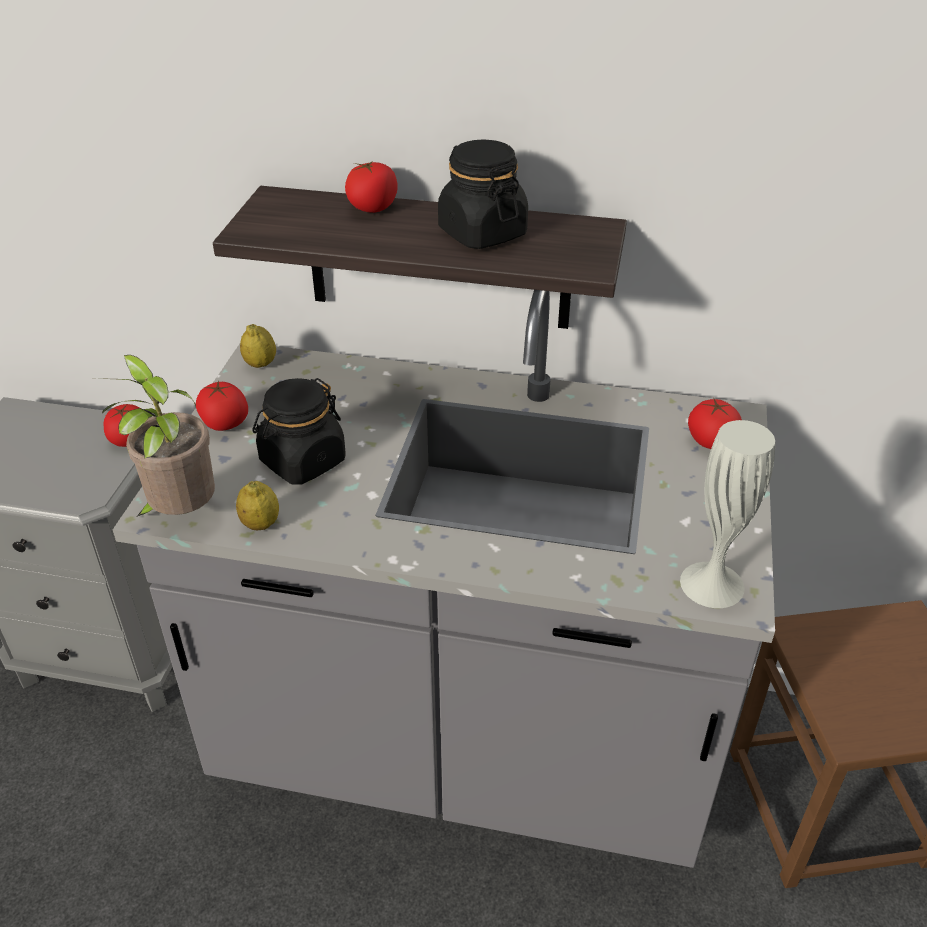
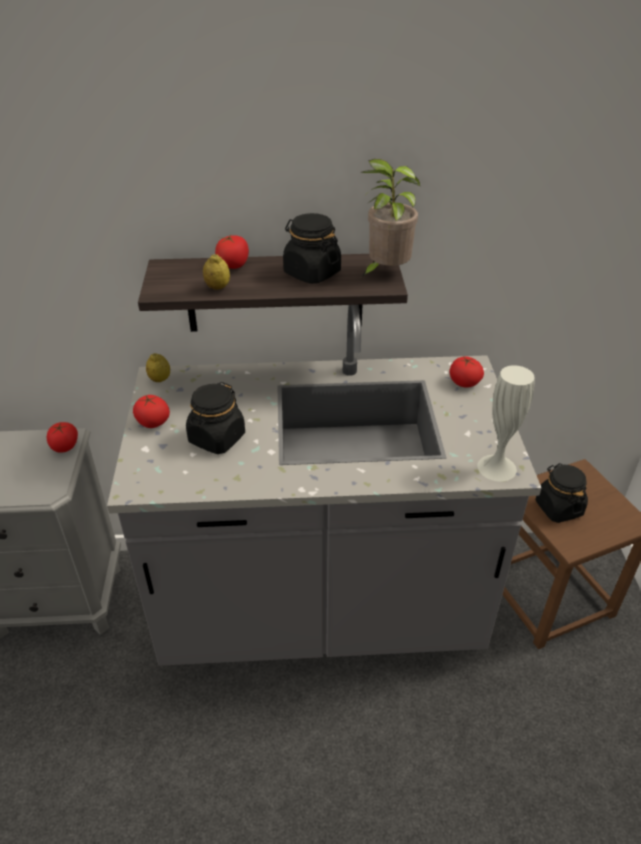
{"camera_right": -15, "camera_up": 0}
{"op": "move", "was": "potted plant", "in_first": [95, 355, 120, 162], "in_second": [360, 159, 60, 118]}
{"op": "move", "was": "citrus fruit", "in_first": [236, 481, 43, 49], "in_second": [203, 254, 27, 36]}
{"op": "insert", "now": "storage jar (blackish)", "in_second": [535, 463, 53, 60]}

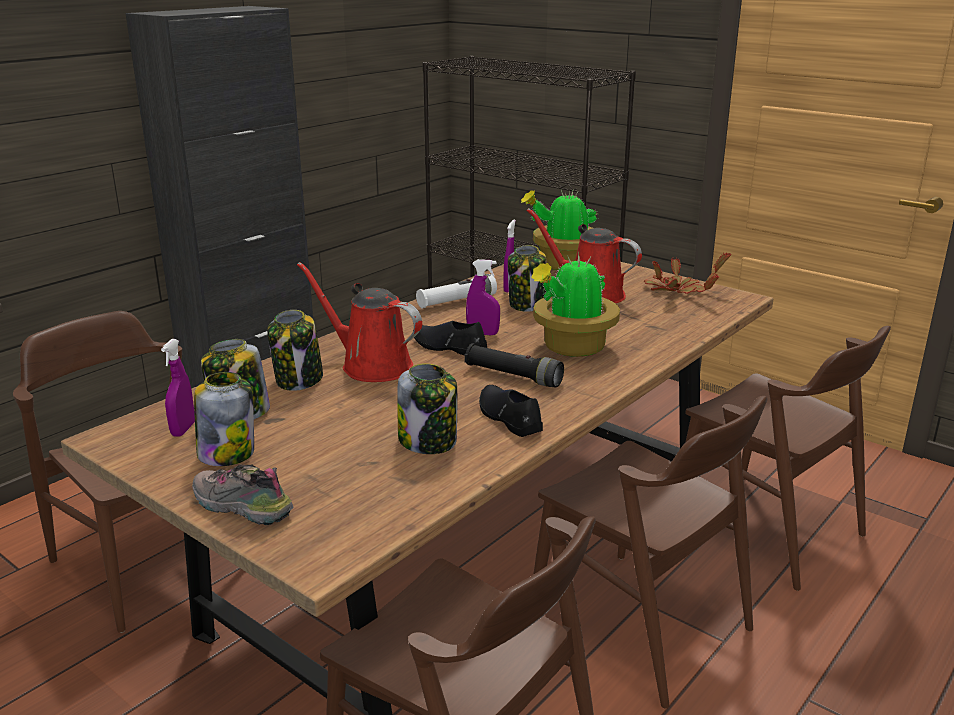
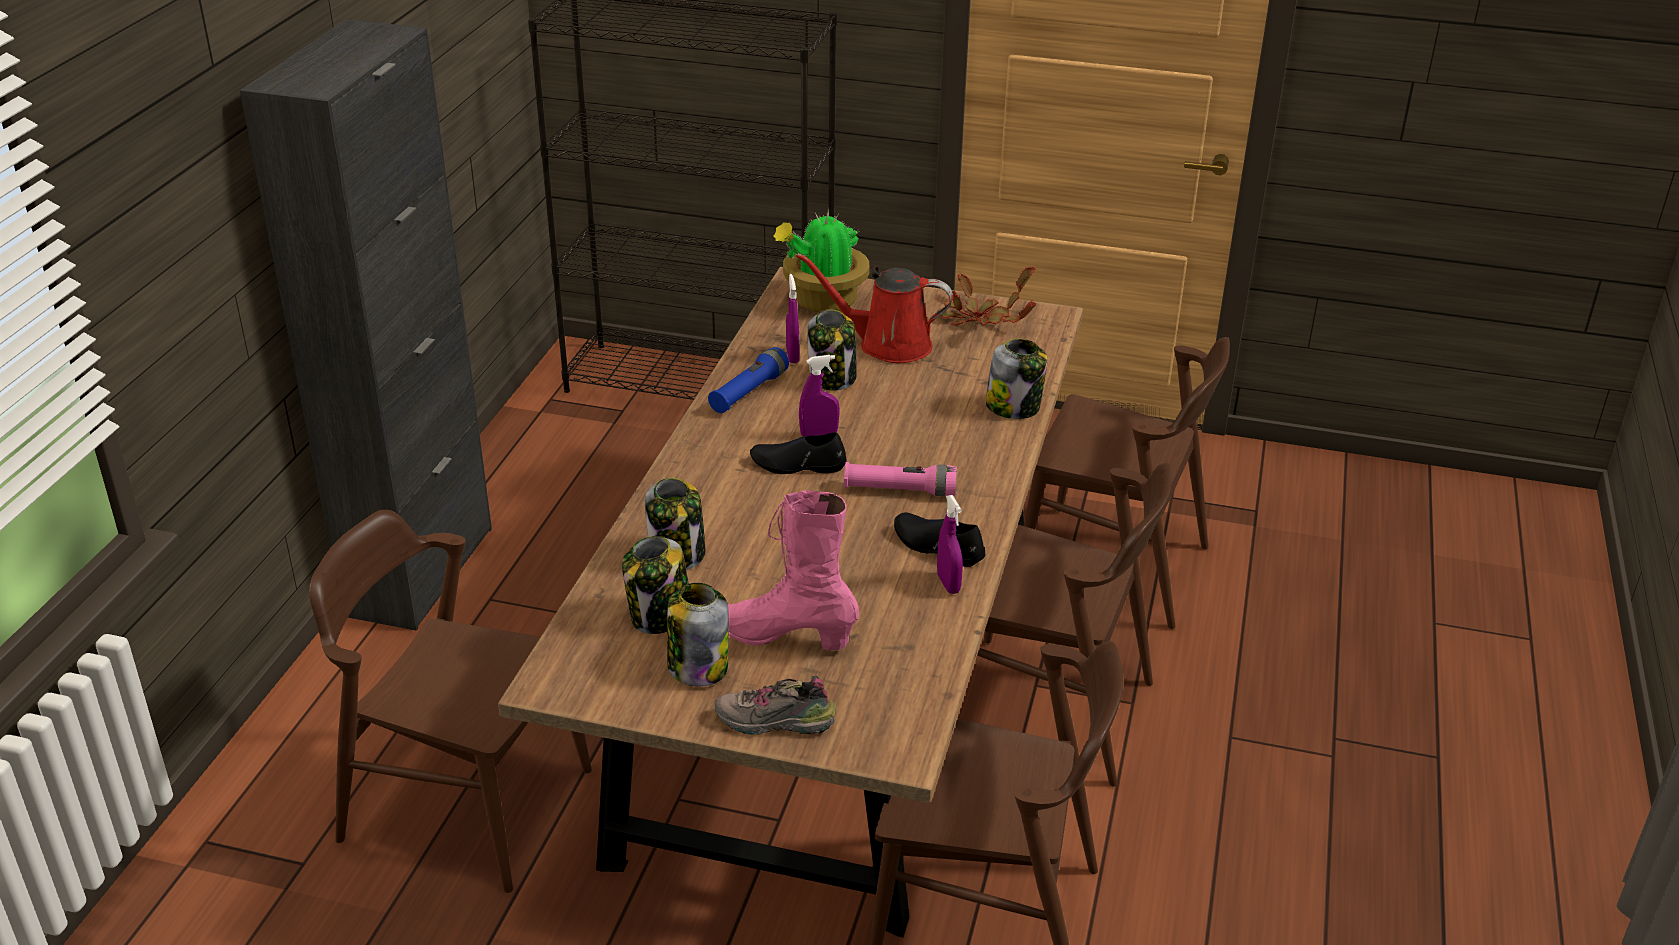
{"camera_right": -25, "camera_up": 10}
{"op": "move", "was": "sprayer (purple-coloured)", "in_first": [161, 339, 34, 98], "in_second": [937, 495, 26, 99]}
{"op": "delete", "was": "watering pot (red-coloured)", "in_first": [297, 262, 125, 120]}
{"op": "move", "was": "storage jar", "in_first": [397, 363, 60, 91], "in_second": [985, 339, 63, 80]}
{"op": "recolor", "was": "hand torch (white)", "now": "hand torch (blue)", "in_first": [416, 274, 81, 34], "in_second": [708, 347, 81, 66]}
{"op": "recolor", "was": "hand torch (blackish)", "now": "hand torch (pink)", "in_first": [465, 343, 99, 45], "in_second": [844, 462, 113, 34]}
{"op": "delete", "was": "potted plant", "in_first": [532, 253, 88, 104]}
{"op": "insert", "now": "tall boot (pink)", "in_second": [728, 490, 131, 160]}

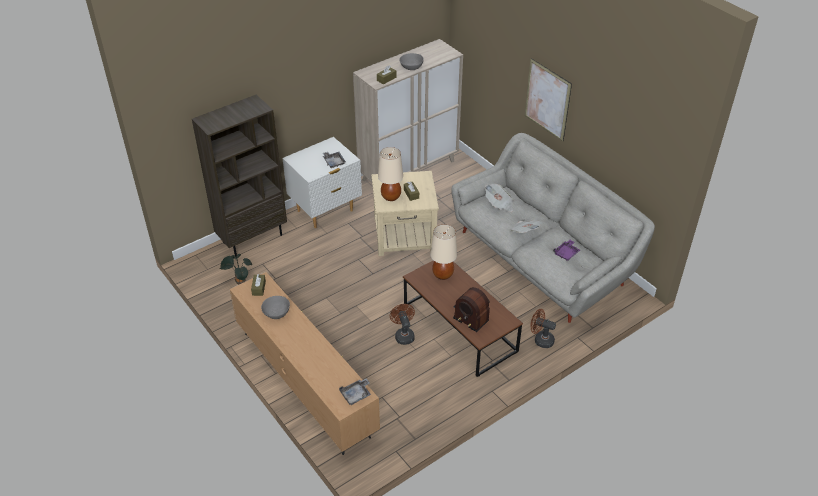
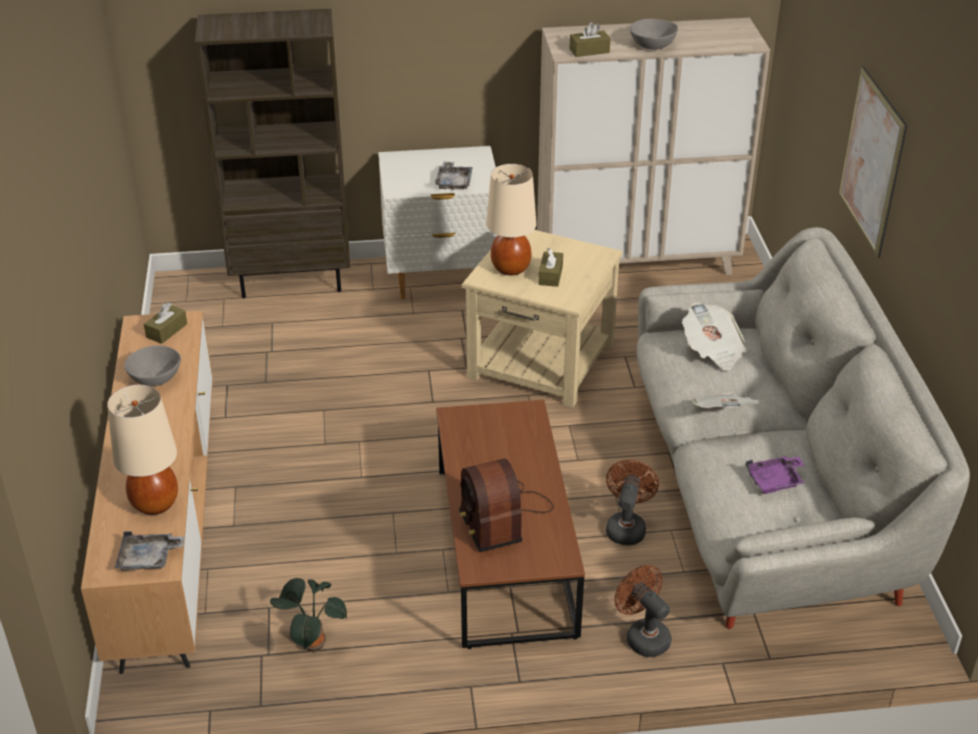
{"camera_right": 30, "camera_up": -5}
{"op": "move", "was": "potted plant", "in_first": [219, 254, 33, 30], "in_second": [270, 578, 77, 75]}
{"op": "move", "was": "electric fan (brown)", "in_first": [390, 304, 25, 41], "in_second": [606, 460, 53, 85]}
{"op": "move", "was": "table lamp (beige)", "in_first": [430, 225, 27, 55], "in_second": [107, 384, 71, 131]}

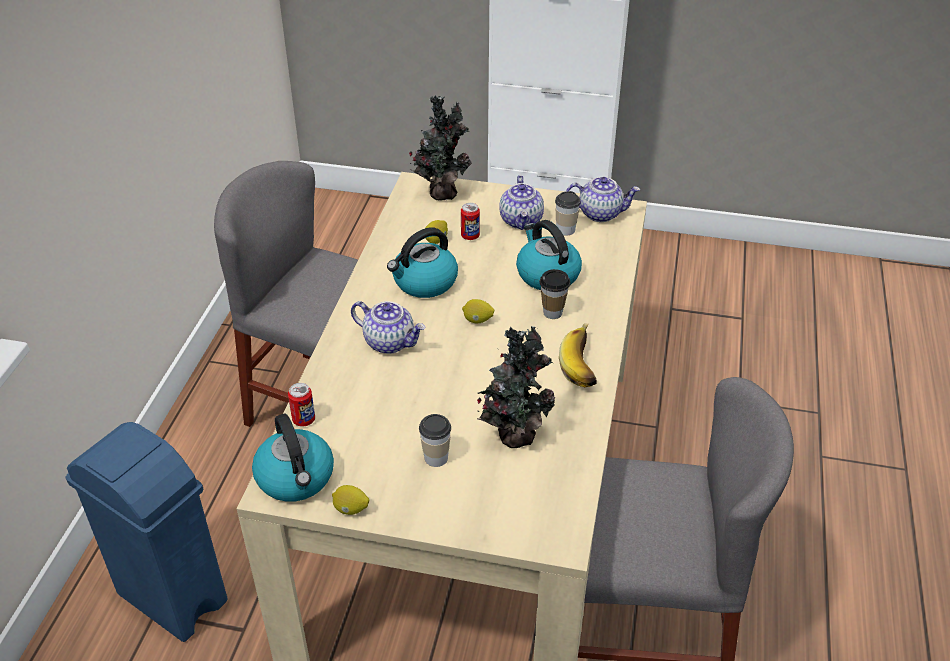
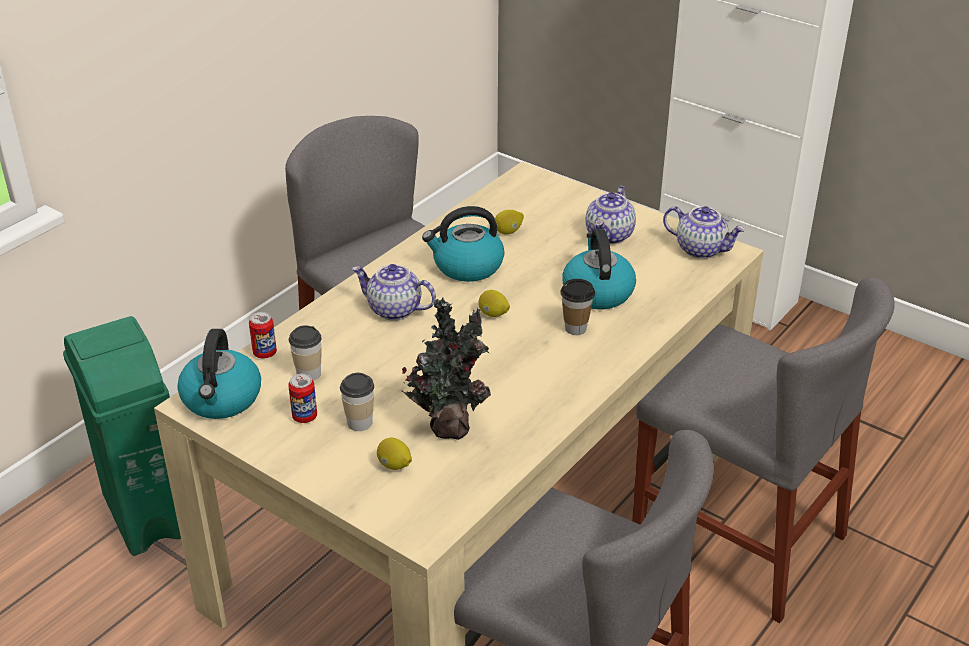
{"camera_right": 25, "camera_up": -5}
{"op": "recolor", "was": "rubbish bin (blue)", "now": "rubbish bin (green)", "in_first": [65, 422, 163, 220], "in_second": [63, 316, 118, 240]}
{"op": "move", "was": "citrus fruit", "in_first": [332, 485, 37, 30], "in_second": [377, 438, 35, 32]}
{"op": "rotate", "was": "pot for tea", "in_first": [351, 301, 75, 53], "in_second": [352, 264, 84, 57], "clockwise": 150}
{"op": "delete", "was": "potted plant", "in_first": [409, 95, 63, 106]}
{"op": "move", "was": "metal can", "in_first": [461, 203, 19, 37], "in_second": [288, 374, 29, 49]}
{"op": "move", "was": "small cup", "in_first": [555, 191, 26, 45], "in_second": [289, 325, 33, 56]}
{"op": "delete", "was": "banana fruit", "in_first": [559, 324, 38, 63]}
{"op": "insert", "now": "plain chair (greyish)", "in_second": [632, 277, 263, 346]}

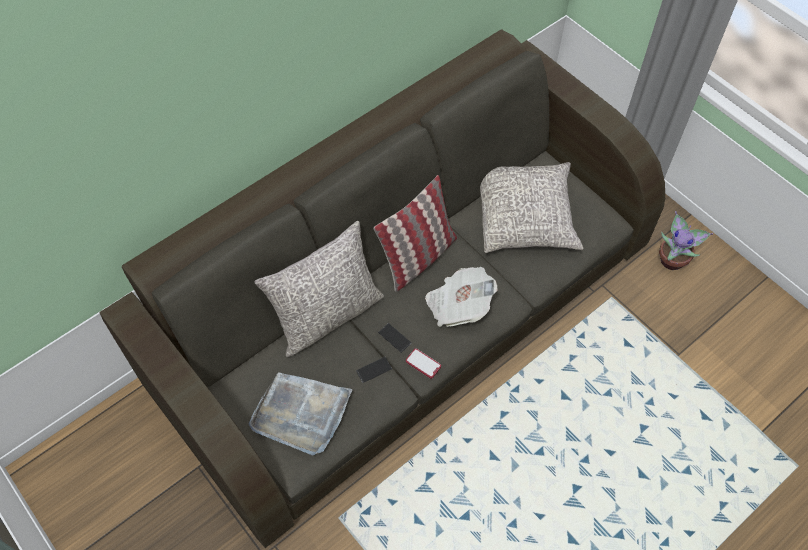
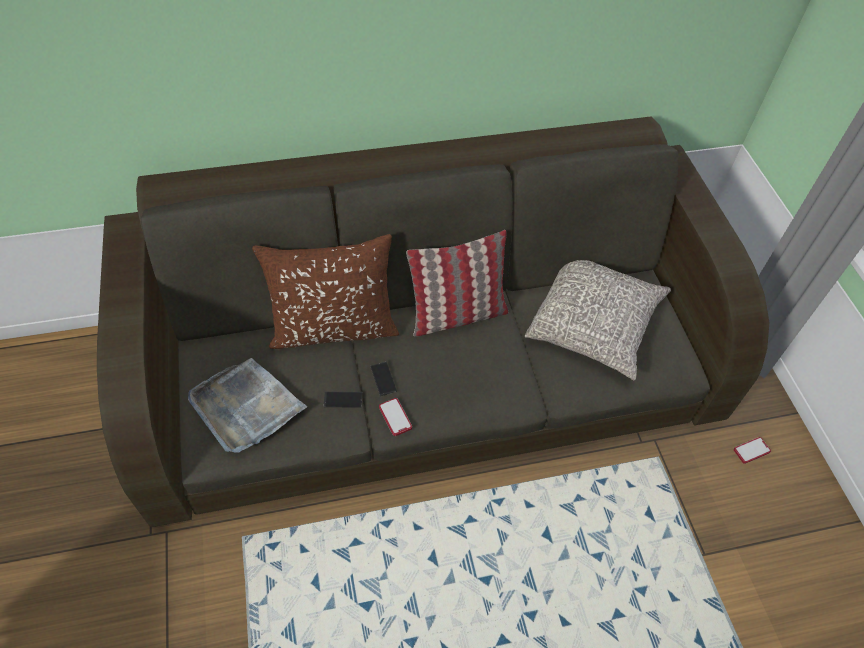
{"camera_right": 25, "camera_up": -5}
{"op": "recolor", "was": "cushion (greyish)", "now": "cushion (brown)", "in_first": [254, 221, 130, 136], "in_second": [252, 234, 147, 115]}
{"op": "delete", "was": "newspaper", "in_first": [425, 267, 73, 60]}
{"op": "replace", "was": "potted plant", "now": "telephone", "in_first": [659, 211, 54, 59], "in_second": [734, 437, 37, 27]}

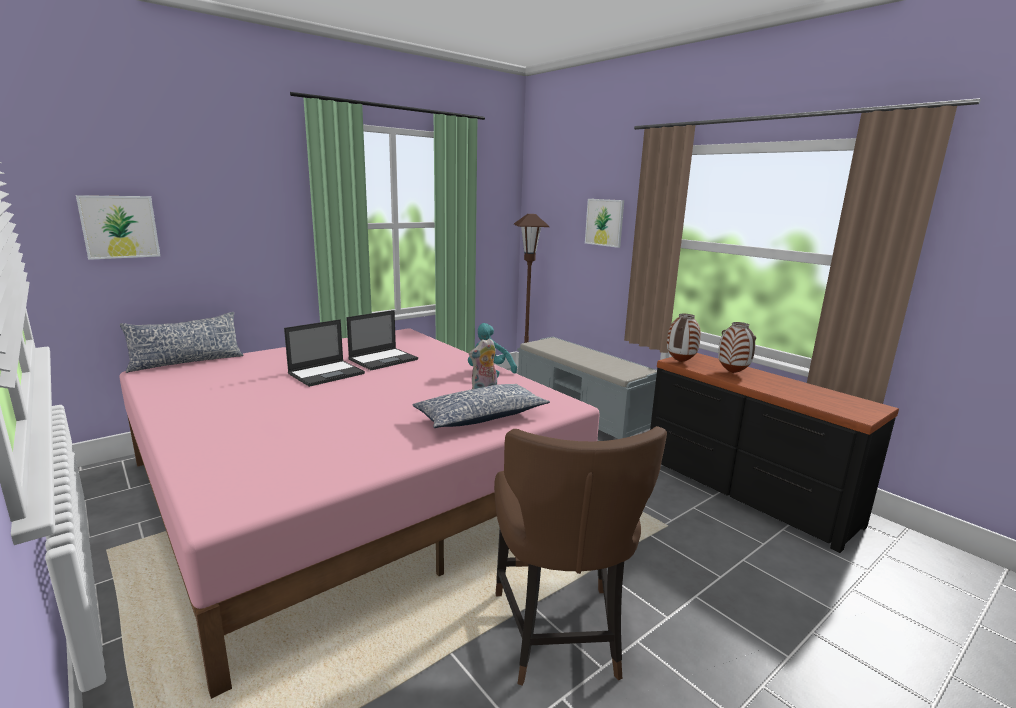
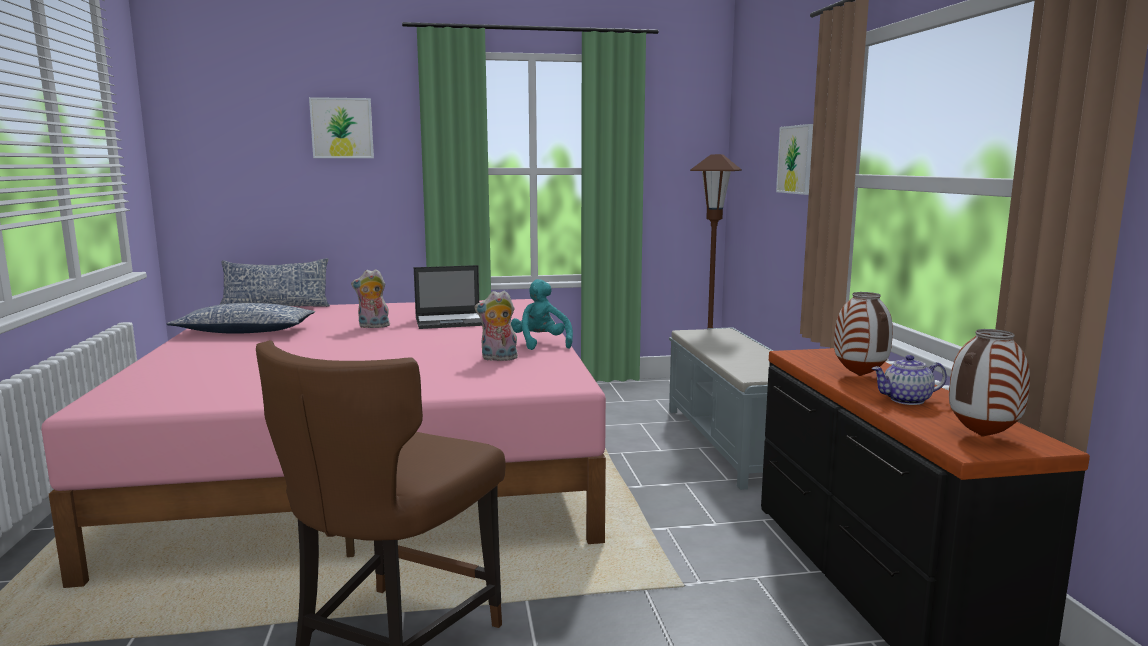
{"camera_right": 30, "camera_up": -5}
{"op": "move", "was": "wall picture", "in_first": [76, 195, 84, 65], "in_second": [309, 97, 65, 61]}
{"op": "replace", "was": "laptop", "now": "cuddly toy", "in_first": [284, 319, 81, 68], "in_second": [351, 269, 39, 59]}
{"op": "move", "was": "cushion", "in_first": [413, 384, 137, 44], "in_second": [167, 303, 148, 31]}
{"op": "move", "was": "vase", "in_first": [667, 314, 34, 48], "in_second": [949, 329, 81, 108]}
{"op": "insert", "now": "pot for tea", "in_second": [871, 355, 76, 50]}

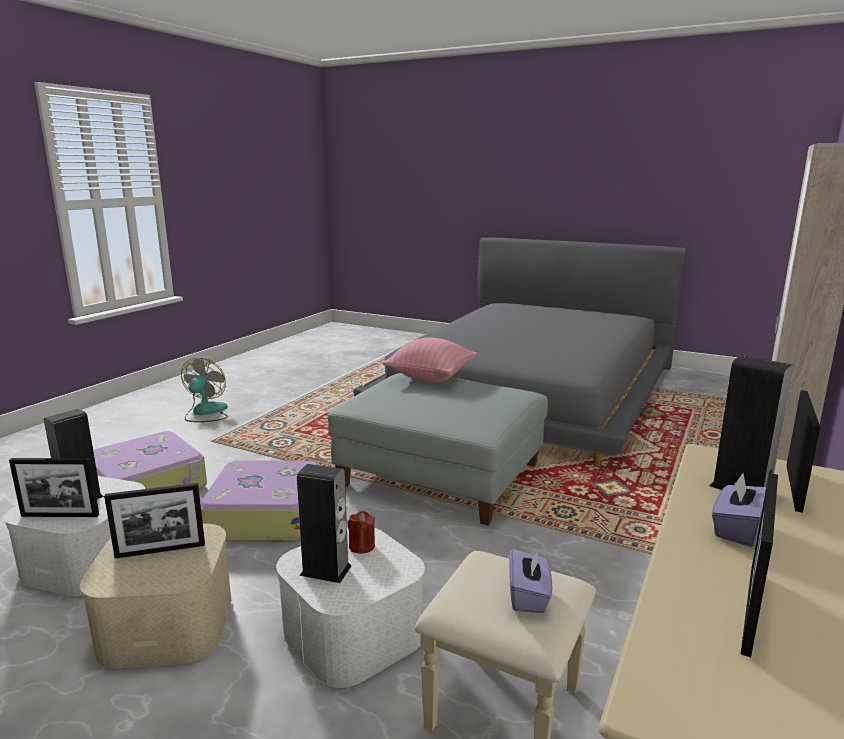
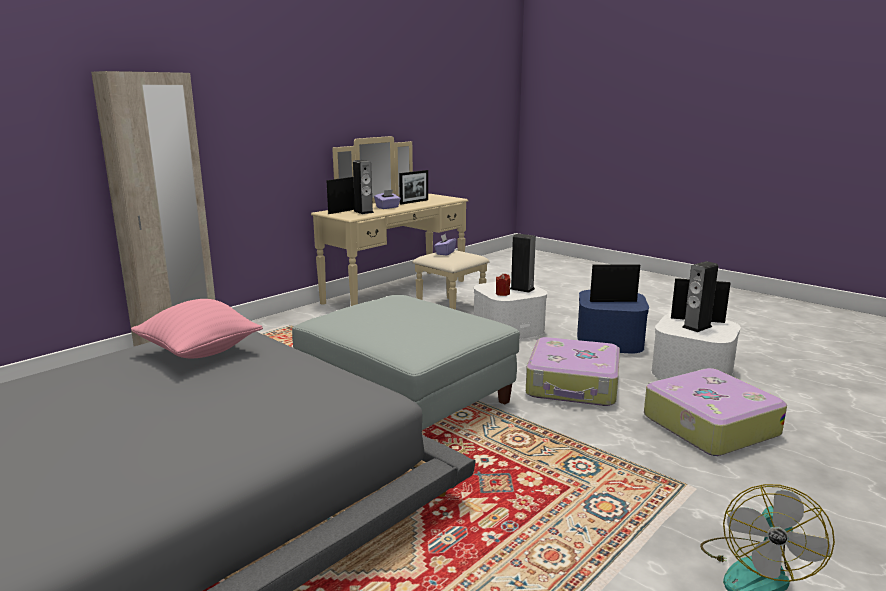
{"camera_right": -165, "camera_up": 0}
{"op": "recolor", "was": "storage bin (beige)", "now": "storage bin (blue)", "in_first": [80, 523, 152, 145], "in_second": [577, 290, 72, 63]}
{"op": "move", "was": "cushion (pink)", "in_first": [382, 338, 95, 45], "in_second": [131, 299, 132, 59]}

